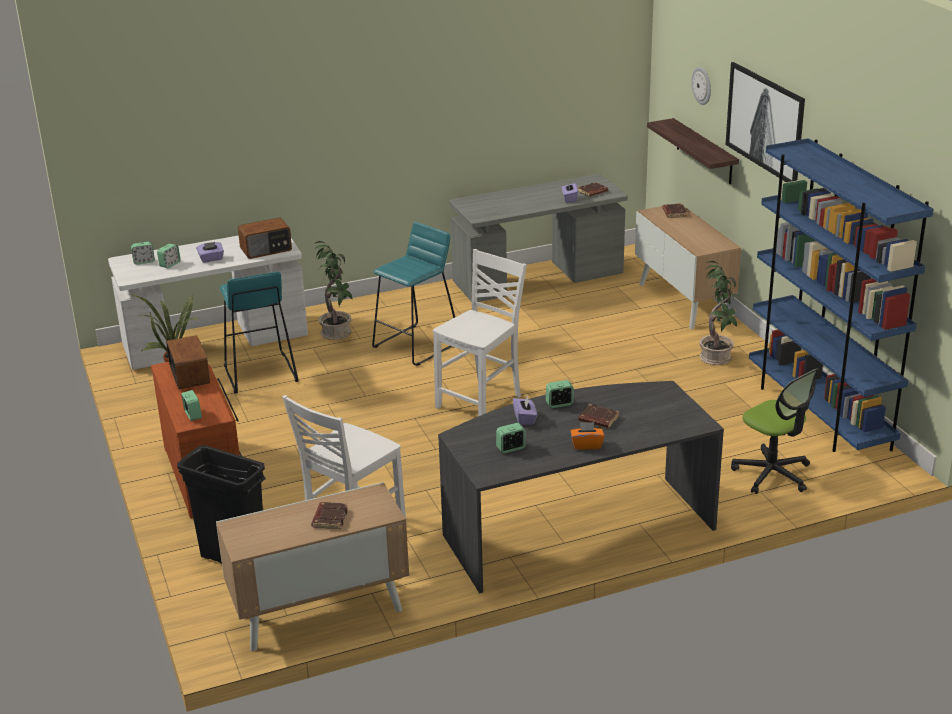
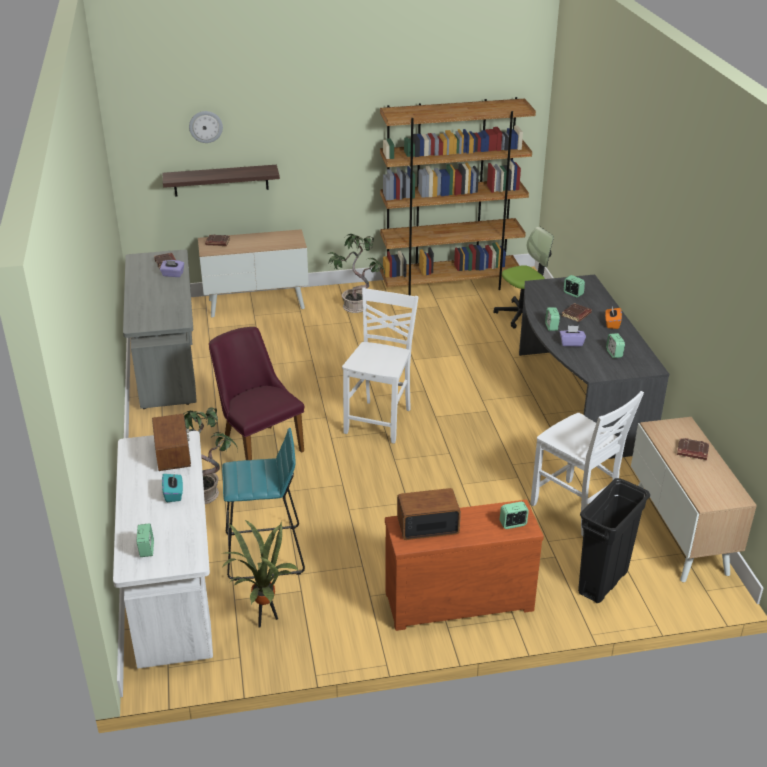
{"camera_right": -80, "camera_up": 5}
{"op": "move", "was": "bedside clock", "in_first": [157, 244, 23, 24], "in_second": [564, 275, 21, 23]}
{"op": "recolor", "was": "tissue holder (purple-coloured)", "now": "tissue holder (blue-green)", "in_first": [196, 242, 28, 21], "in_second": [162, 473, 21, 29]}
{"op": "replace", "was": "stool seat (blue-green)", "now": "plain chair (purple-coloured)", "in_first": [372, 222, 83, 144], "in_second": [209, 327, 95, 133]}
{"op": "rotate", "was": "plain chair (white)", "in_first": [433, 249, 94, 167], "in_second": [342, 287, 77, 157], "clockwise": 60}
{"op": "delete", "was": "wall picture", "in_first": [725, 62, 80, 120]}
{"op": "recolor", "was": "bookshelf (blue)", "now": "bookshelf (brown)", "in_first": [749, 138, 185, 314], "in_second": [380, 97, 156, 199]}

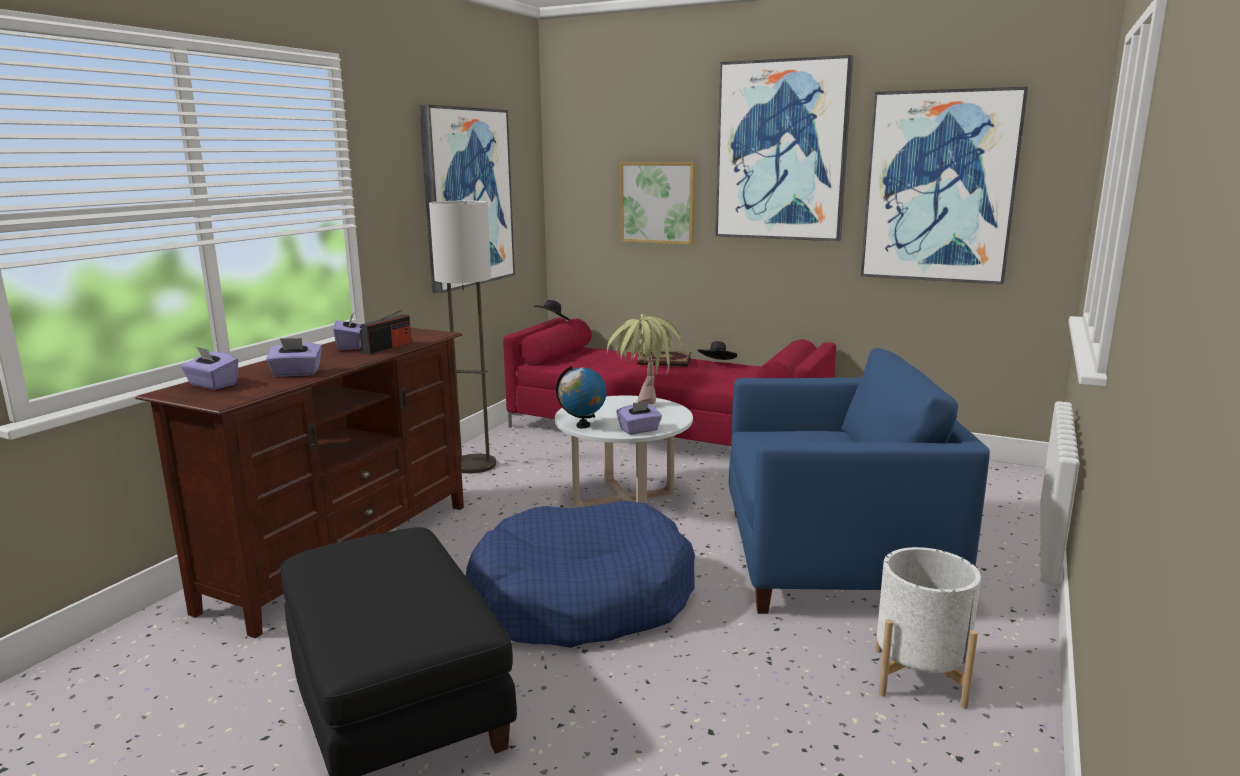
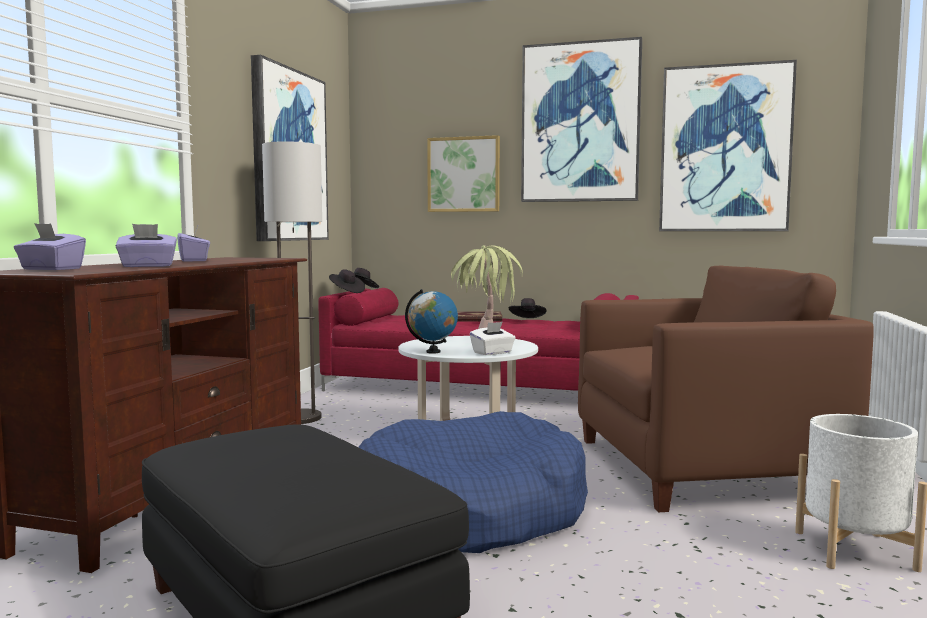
{"camera_right": -10, "camera_up": -10}
{"op": "delete", "was": "radio", "in_first": [360, 310, 52, 45]}
{"op": "recolor", "was": "tissue holder (purple-coloured)", "now": "tissue holder (white)", "in_first": [617, 401, 45, 34], "in_second": [470, 322, 45, 33]}
{"op": "recolor", "was": "armchair (blue)", "now": "armchair (brown)", "in_first": [729, 348, 261, 266], "in_second": [578, 266, 296, 246]}
{"op": "insert", "now": "wearable hat (blackish)", "in_second": [329, 269, 36, 24]}

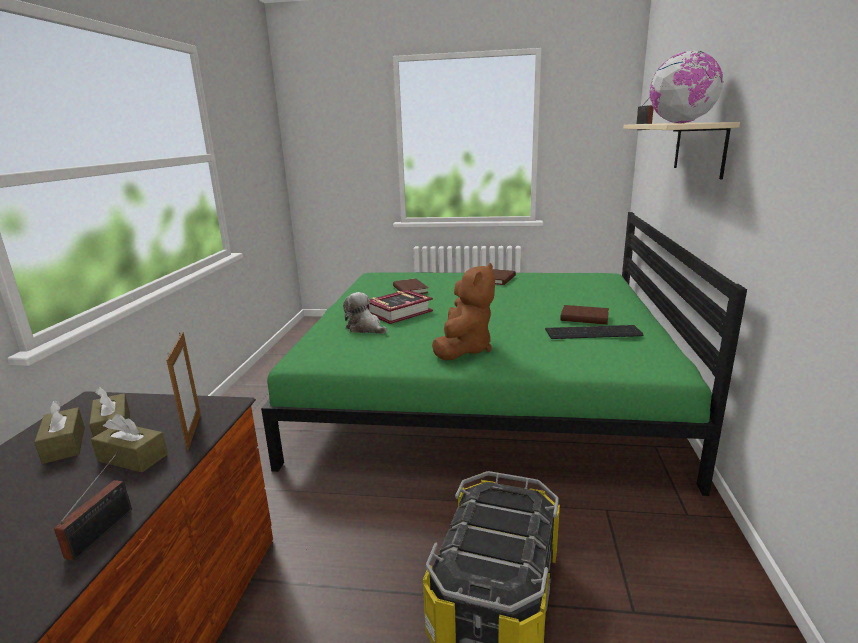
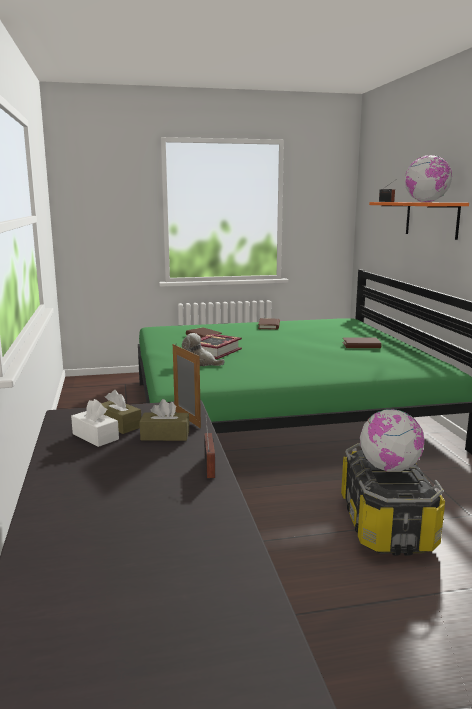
{"camera_right": -20, "camera_up": -5}
{"op": "recolor", "was": "tissue holder (brown)", "now": "tissue holder (white)", "in_first": [34, 400, 51, 64], "in_second": [71, 399, 48, 48]}
{"op": "delete", "was": "cuddly toy (brown)", "in_first": [432, 263, 63, 97]}
{"op": "delete", "was": "computer keyboard", "in_first": [545, 325, 98, 14]}
{"op": "recolor", "was": "wall shelf (beige)", "now": "wall shelf (orange)", "in_first": [623, 122, 117, 57], "in_second": [369, 202, 100, 38]}
{"op": "insert", "now": "world globe", "in_second": [360, 409, 64, 63]}

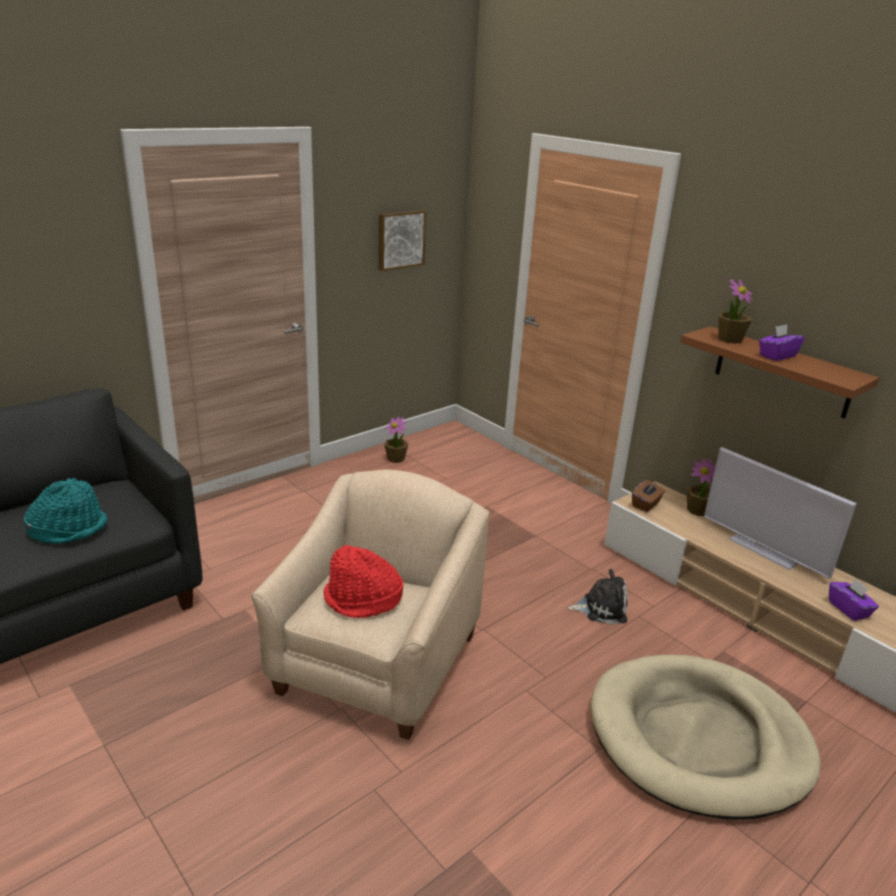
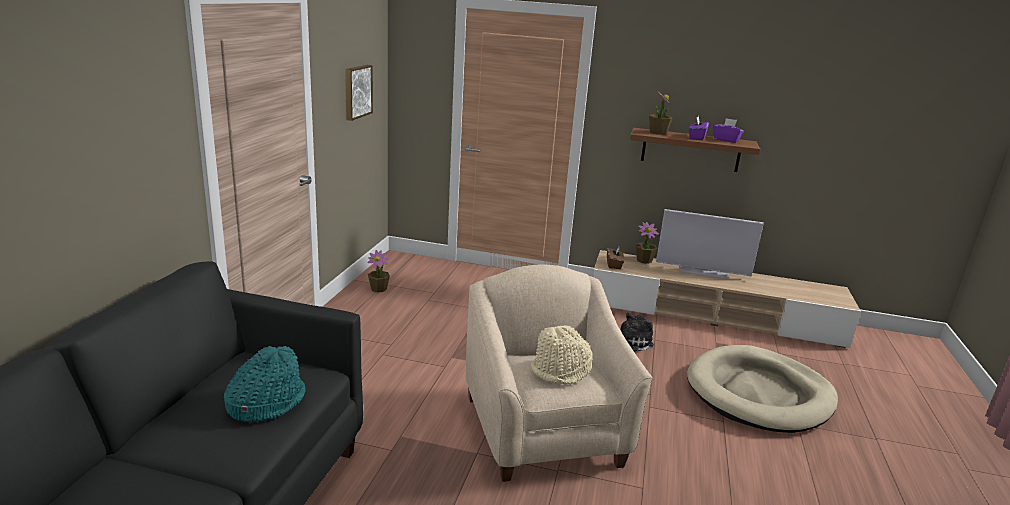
{"camera_right": -35, "camera_up": -5}
{"op": "recolor", "was": "wearable hat (red-coloured)", "now": "wearable hat (beige)", "in_first": [324, 545, 79, 73], "in_second": [531, 325, 62, 59]}
{"op": "move", "was": "tissue holder (purple-coloured)", "in_first": [829, 578, 50, 43], "in_second": [713, 118, 31, 25]}

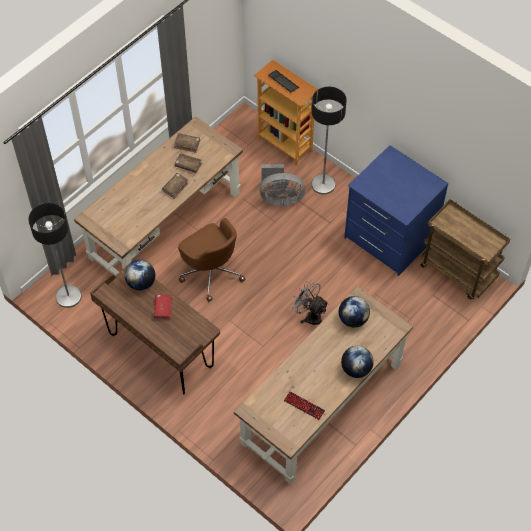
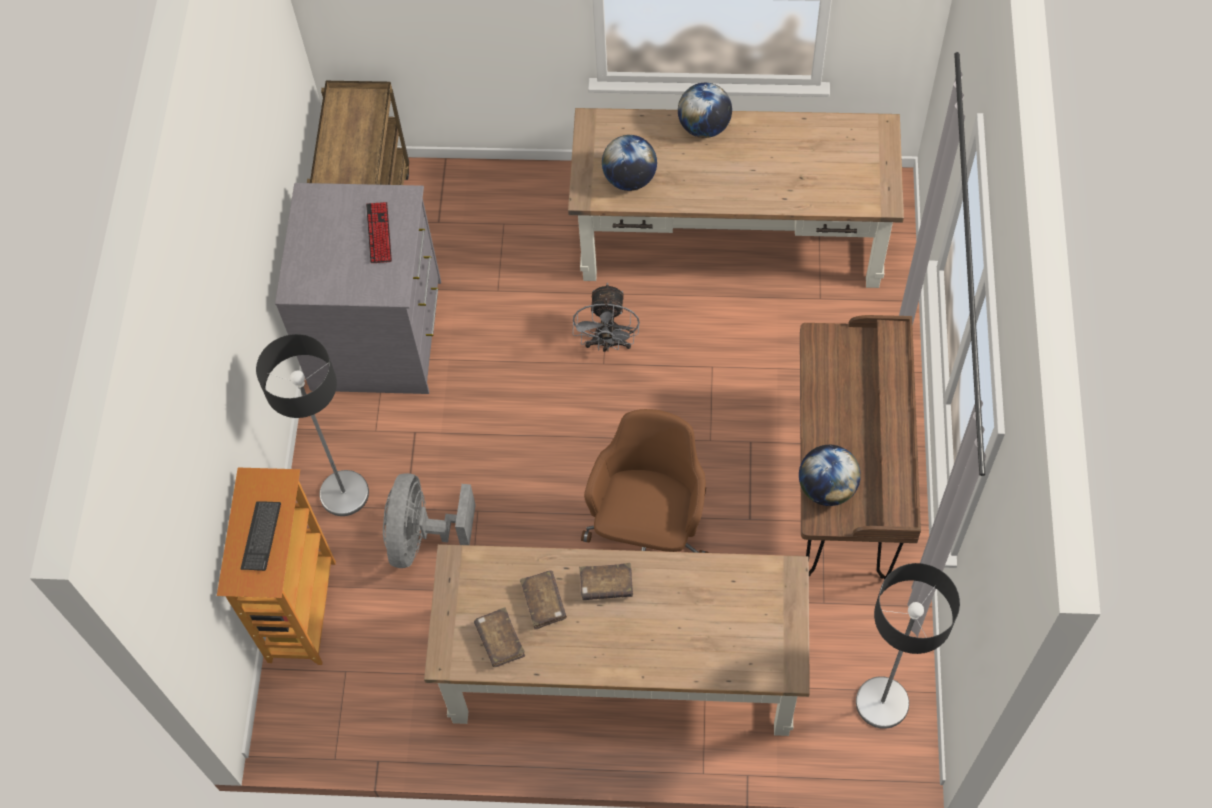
{"camera_right": -125, "camera_up": 5}
{"op": "delete", "was": "book (red-coloured)", "in_first": [154, 294, 18, 26]}
{"op": "rotate", "was": "electric fan (greyish)", "in_first": [259, 164, 46, 42], "in_second": [383, 473, 93, 95], "clockwise": -135}
{"op": "move", "was": "computer keyboard", "in_first": [284, 391, 41, 29], "in_second": [366, 202, 26, 62]}
{"op": "recolor", "was": "dresser (blue)", "now": "dresser (greyish)", "in_first": [344, 145, 104, 131], "in_second": [275, 183, 166, 211]}

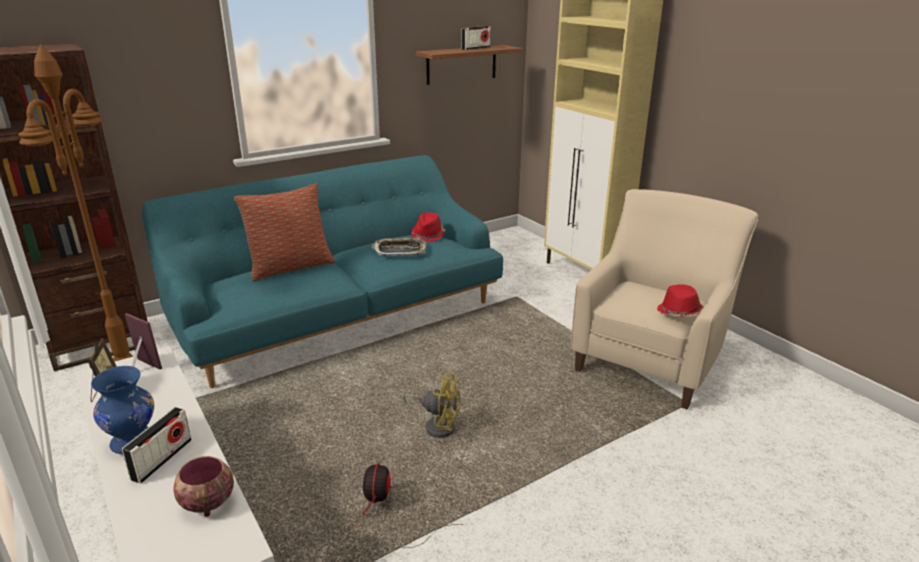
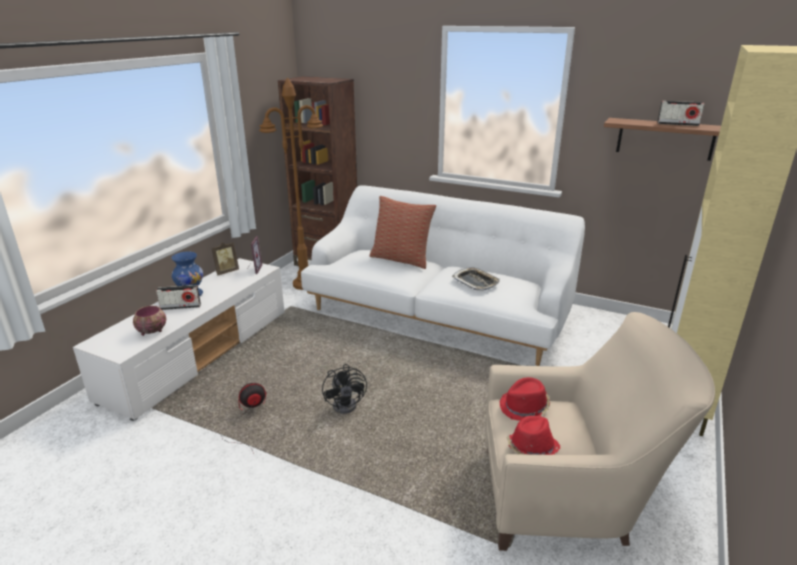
{"camera_right": 60, "camera_up": 0}
{"op": "recolor", "was": "couch (blue-green)", "now": "couch (white)", "in_first": [142, 155, 361, 233], "in_second": [301, 185, 284, 181]}
{"op": "recolor", "was": "electric fan (yellow-coloured)", "now": "electric fan (blackish)", "in_first": [403, 373, 57, 65], "in_second": [322, 364, 45, 50]}
{"op": "move", "was": "wearable hat (red-coloured)", "in_first": [411, 212, 35, 30], "in_second": [500, 377, 50, 44]}

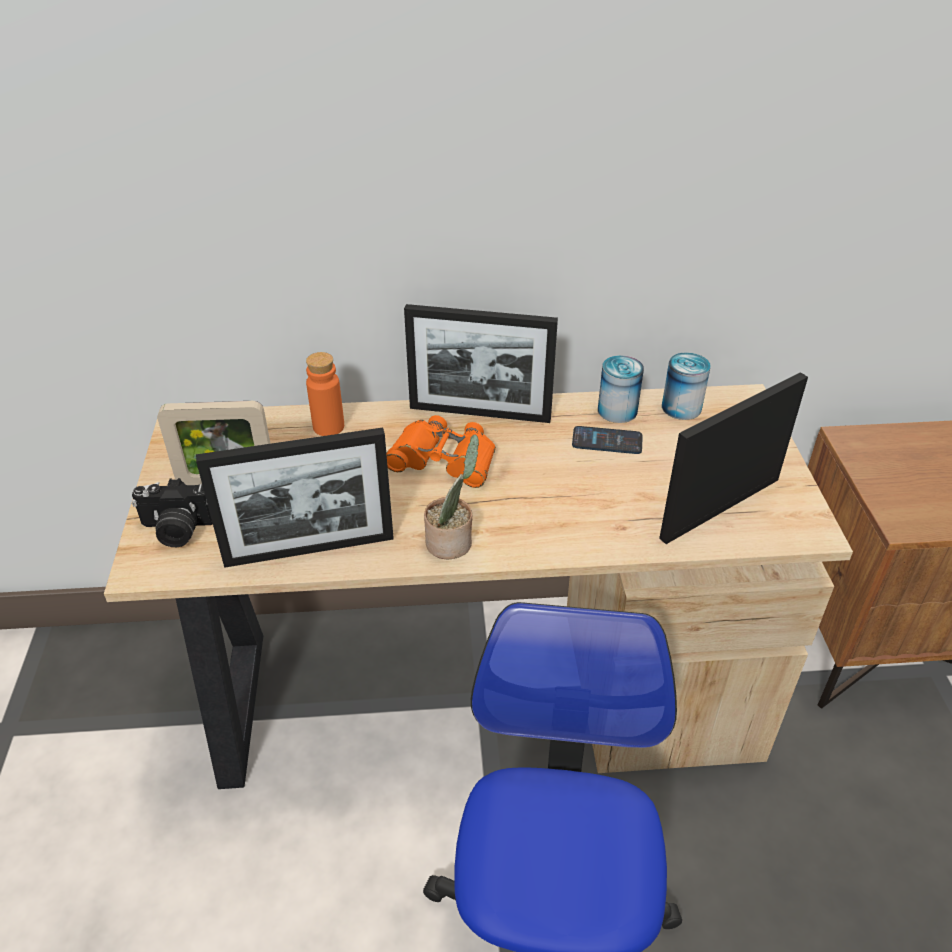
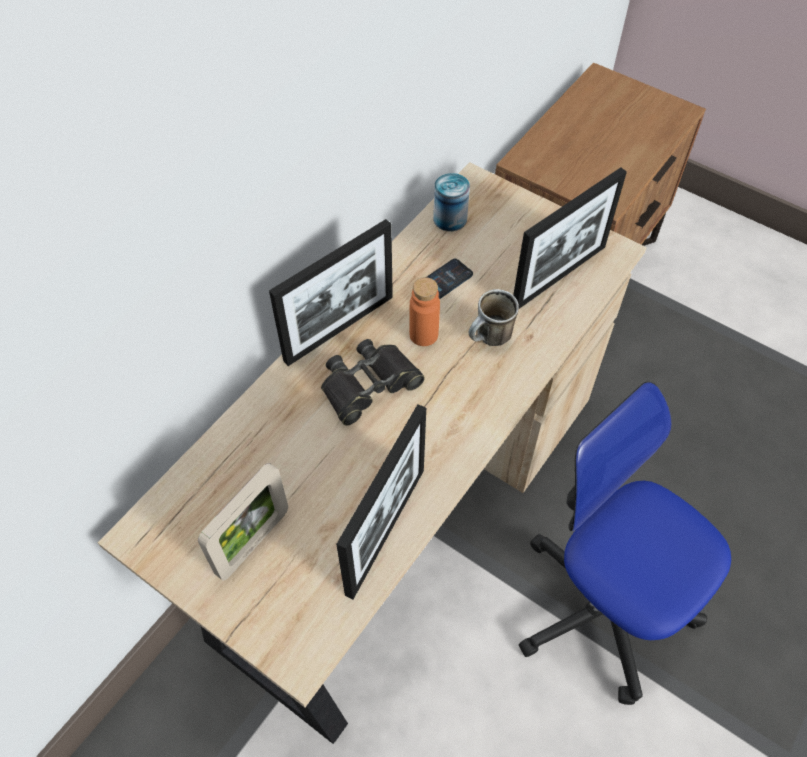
{"camera_right": -50, "camera_up": 15}
{"op": "delete", "was": "photo camera", "in_first": [132, 478, 81, 69]}
{"op": "move", "was": "bottle (orange)", "in_first": [306, 352, 38, 84], "in_second": [409, 277, 31, 69]}
{"op": "recolor", "was": "field glasses (orange)", "now": "field glasses (blackish)", "in_first": [386, 415, 110, 73], "in_second": [321, 339, 104, 87]}
{"op": "delete", "was": "potted plant", "in_first": [424, 434, 55, 126]}
{"op": "delete", "was": "metal can", "in_first": [598, 355, 46, 68]}
{"op": "rotate", "was": "photo frame", "in_first": [659, 372, 149, 172], "in_second": [513, 168, 114, 141], "clockwise": -135}
{"op": "insert", "now": "coffee mug", "in_second": [469, 289, 50, 57]}

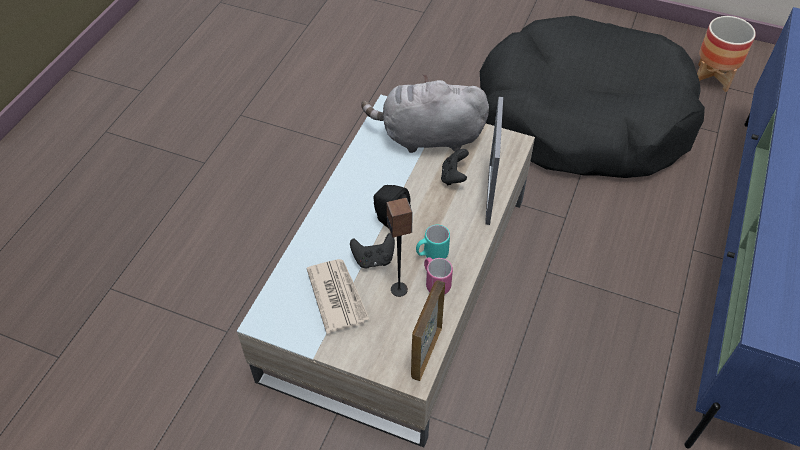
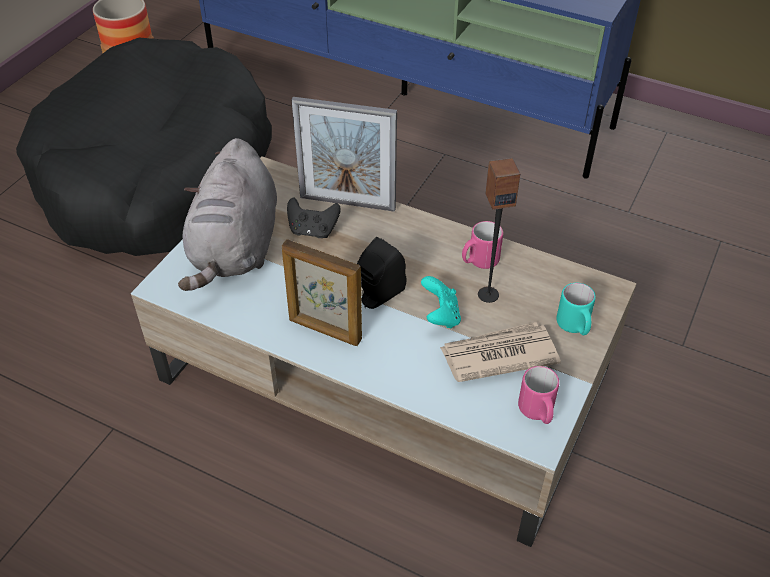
{"camera_right": -85, "camera_up": -5}
{"op": "recolor", "was": "gamepad (blackish)", "now": "gamepad (blue-green)", "in_first": [350, 233, 45, 35], "in_second": [421, 276, 40, 53]}
{"op": "move", "was": "photo frame", "in_first": [411, 280, 34, 101], "in_second": [282, 239, 80, 107]}
{"op": "move", "was": "coffee mug (blue-green)", "in_first": [416, 225, 34, 34], "in_second": [556, 283, 40, 52]}
{"op": "insert", "now": "coffee mug (pink)", "in_second": [518, 366, 41, 58]}

